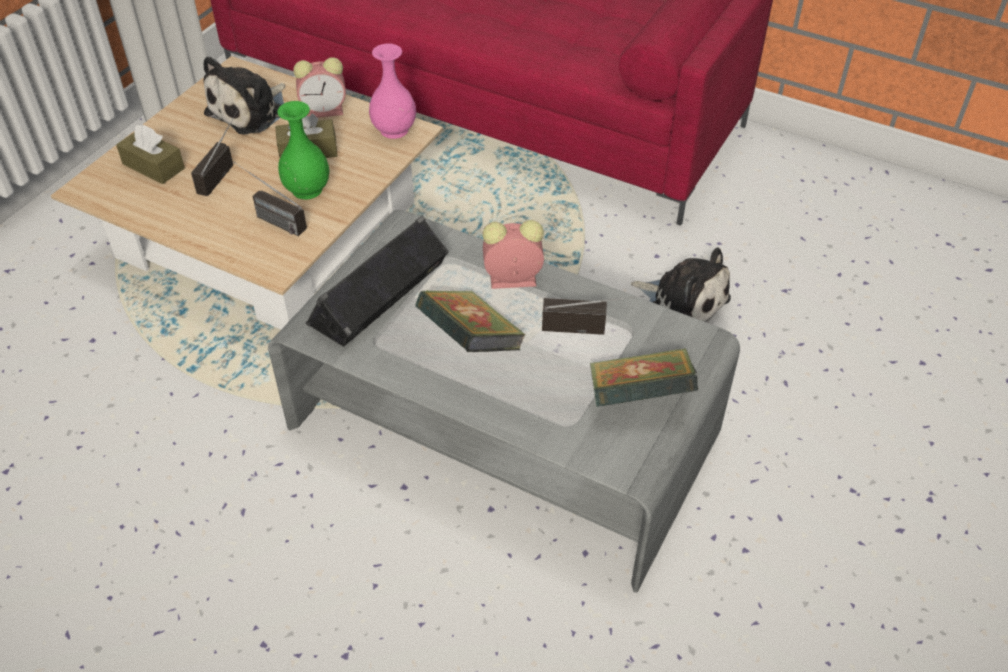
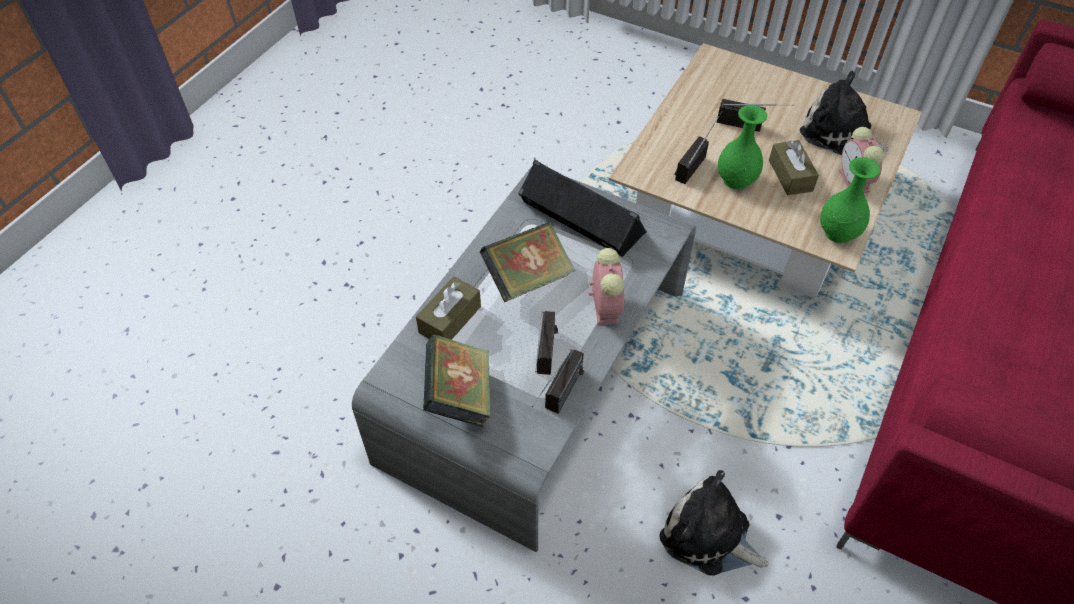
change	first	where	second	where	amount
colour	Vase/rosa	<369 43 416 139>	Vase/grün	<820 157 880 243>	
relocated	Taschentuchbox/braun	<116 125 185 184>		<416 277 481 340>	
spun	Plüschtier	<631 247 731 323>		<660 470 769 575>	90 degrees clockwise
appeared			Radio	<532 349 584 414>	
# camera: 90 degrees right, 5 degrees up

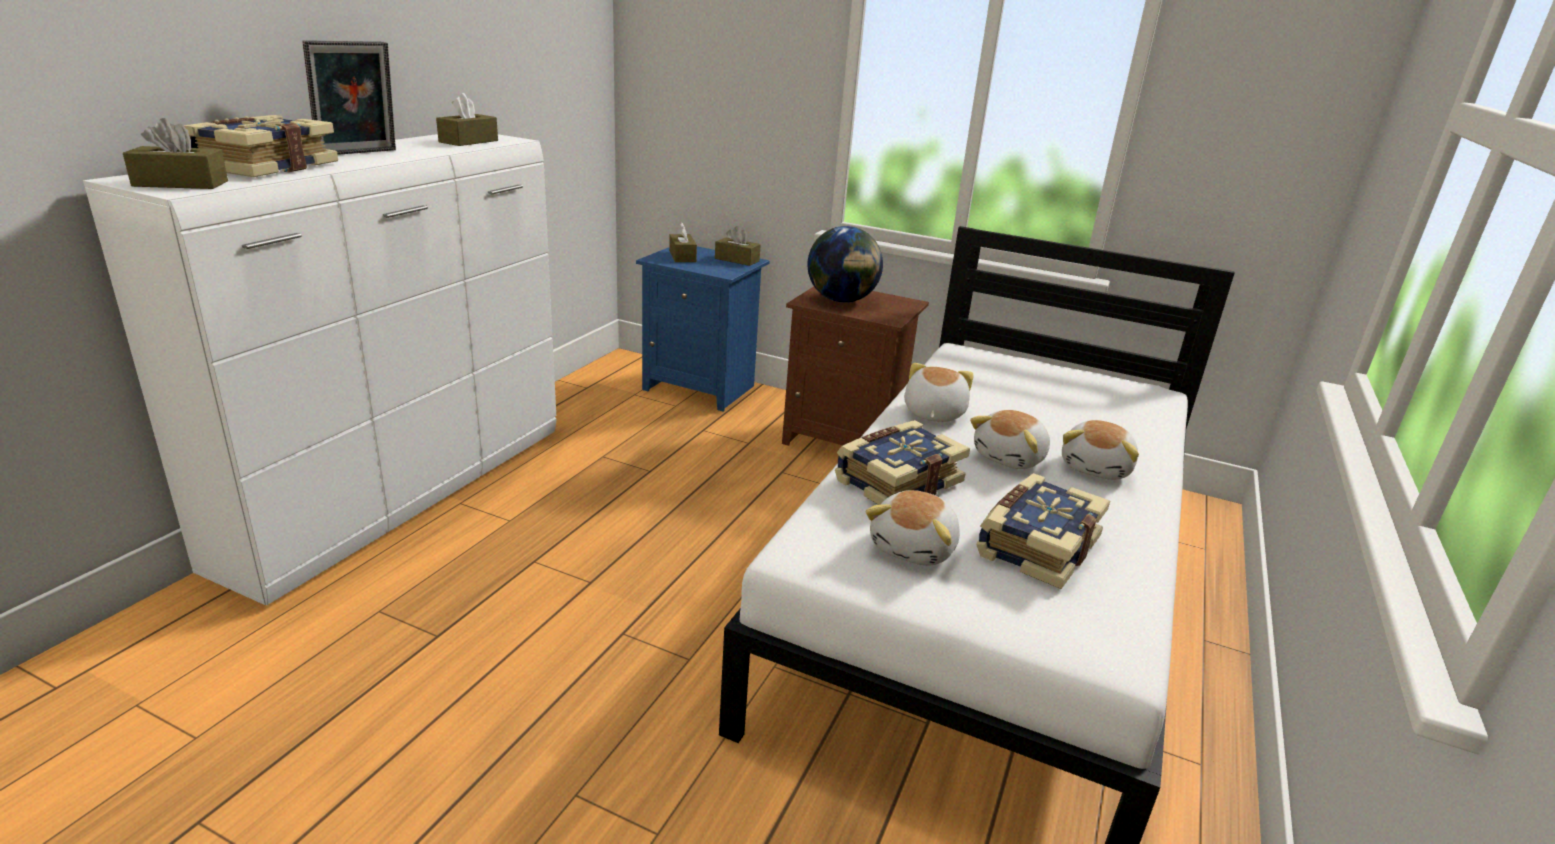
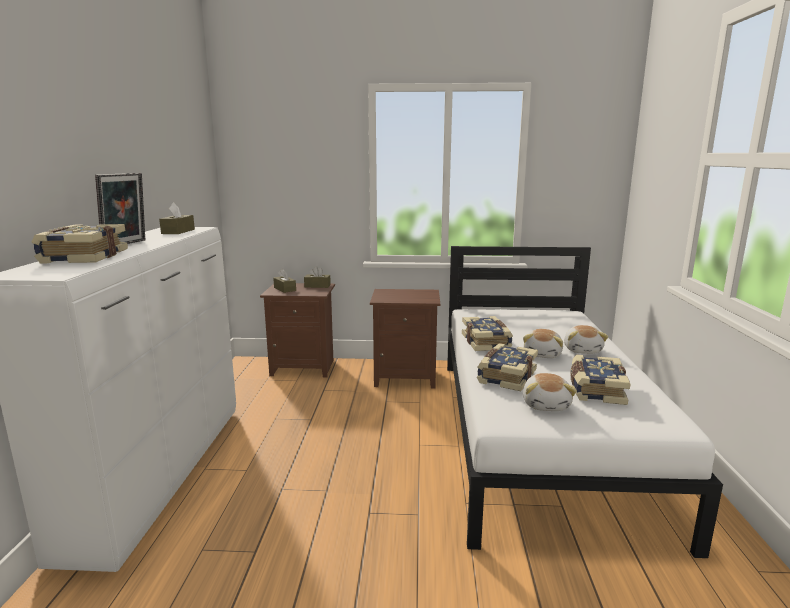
change	first	where	second	where	amount
missing	Taschentuchbox/braun	<123 118 228 189>			
missing	Globus	<807 226 883 302>			
colour	Nachttisch/blau	<636 246 770 412>	Nachttisch/braun	<260 283 335 378>	
exchanged	Plüschtier	<904 363 974 422>	Buch	<462 316 513 351>	
# camera: 20 degrees left, 10 degrees down

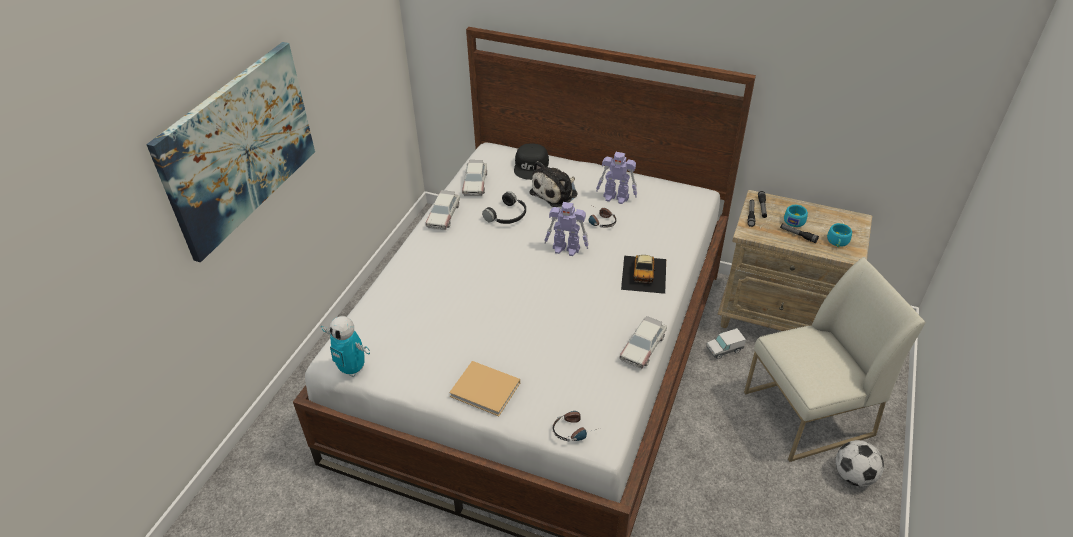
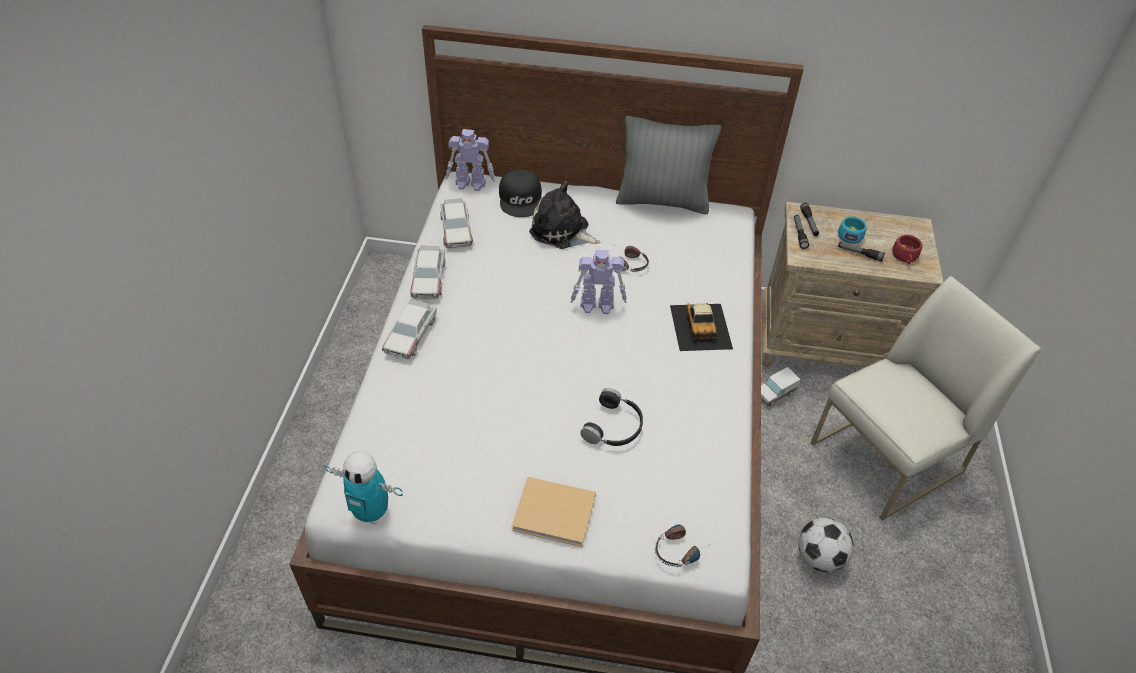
change	first	where	second	where	amount
missing	Bild	<146 42 315 262>			
relocated	Spielzeugroboter	<596 152 637 204>		<446 129 495 191>	
spun	Plüschtier	<529 161 578 207>		<529 181 601 249>	90 degrees clockwise
relocated	Kopfhörer/schwarz	<482 191 526 224>		<580 388 643 446>	
colour	Tasse/türkis	<827 223 852 247>	Tasse/rot	<892 235 922 264>	
relocated	Spielzeugauto	<619 316 667 369>		<382 299 437 360>	
relocated	Fußball	<836 440 884 486>		<798 518 854 572>	
appeared			Kissen/grau	<616 116 721 214>	
# camera: 15 degrees left, 5 degrees up

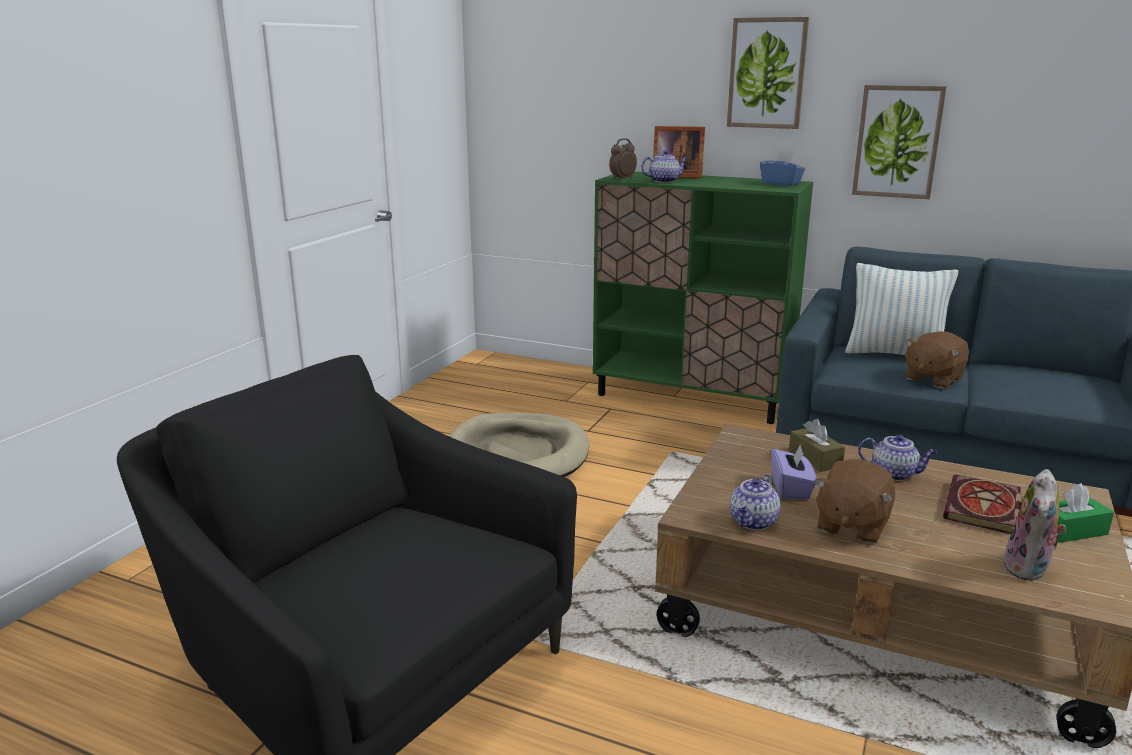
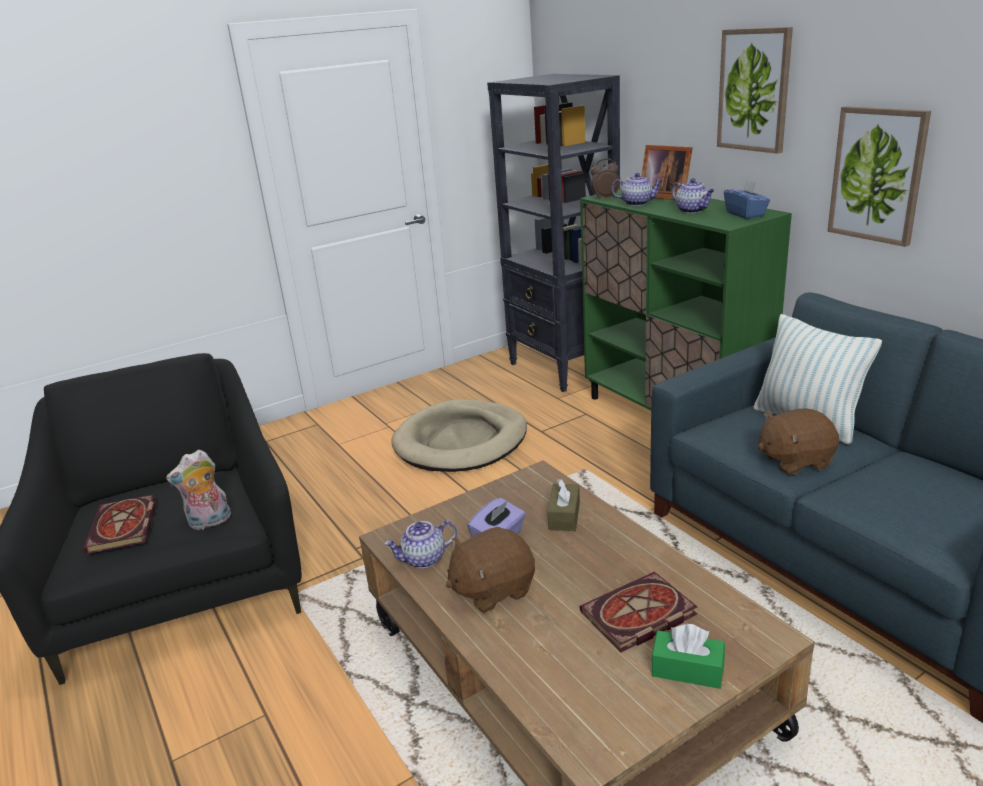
change	first	where	second	where	amount
relocated	Teekanne	<858 434 938 481>		<672 178 715 213>	
relocated	Plüschtier	<1002 469 1067 581>		<166 450 231 530>	
appeared			Bücherregal/schwarz	<487 74 620 392>	
appeared			Buch	<83 494 156 554>	
# camera: 35 degrees right, 5 degrees up

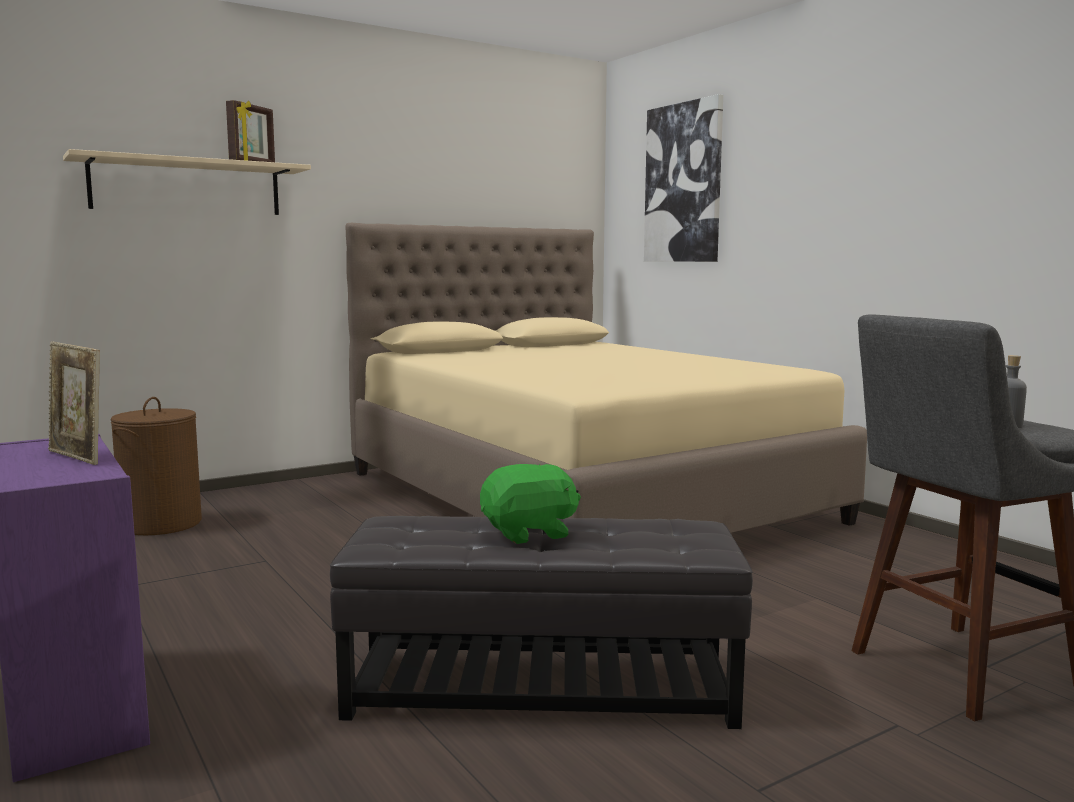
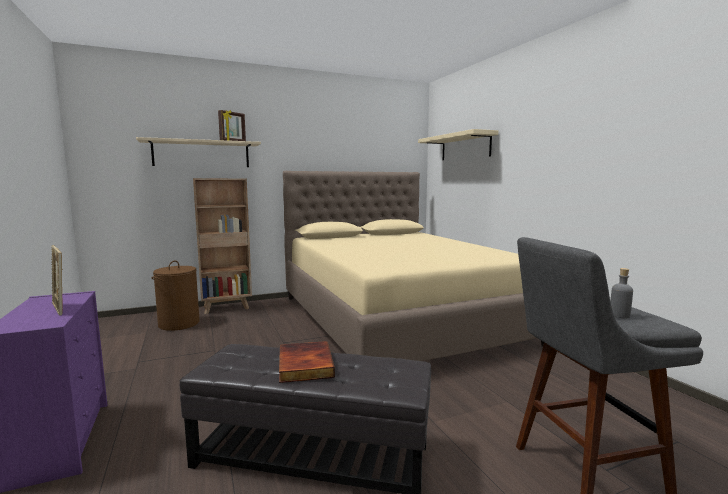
change	first	where	second	where	amount
exchanged	Bild	<644 94 723 262>	Wandregal/beige	<418 129 498 160>	
exchanged	Plüschtier/grün	<480 464 581 544>	Buch	<279 341 335 383>	
appeared			Bücherregal/braun	<193 178 252 314>	
# camera: 10 degrees right, 0 degrees up

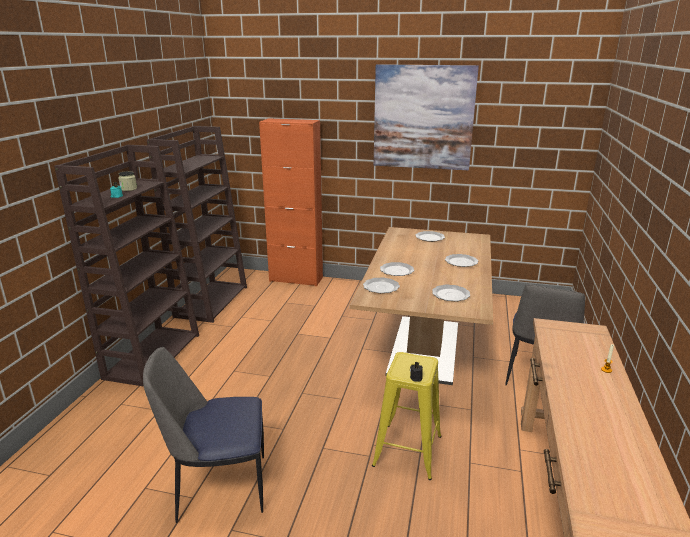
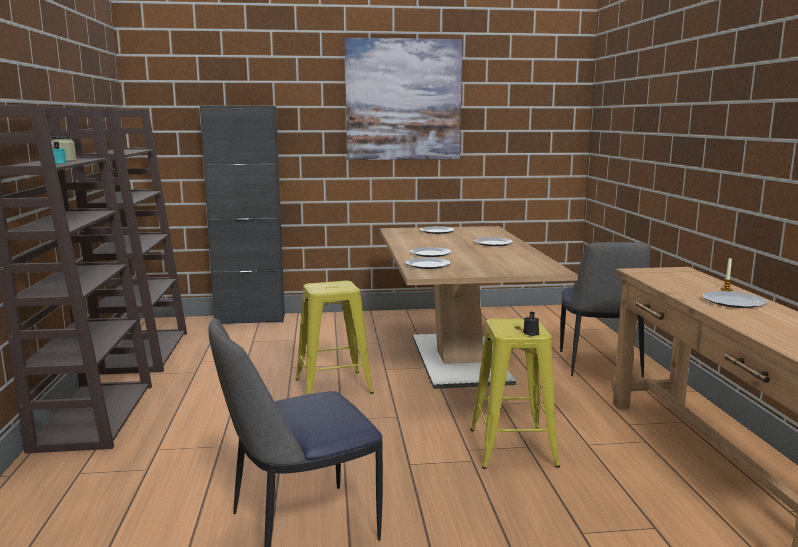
change	first	where	second	where	amount
colour	Schrank/orange	<259 118 323 286>	Schrank/schwarz	<200 106 285 324>	
relocated	Teller	<432 285 470 302>		<702 291 767 308>	
appeared			Hocker/gelb	<296 281 374 395>	
# camera: 20 degrees left, 10 degrees down

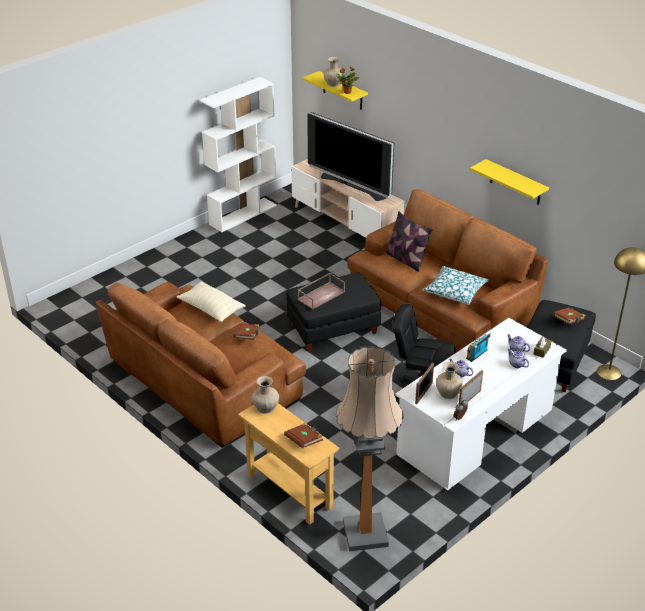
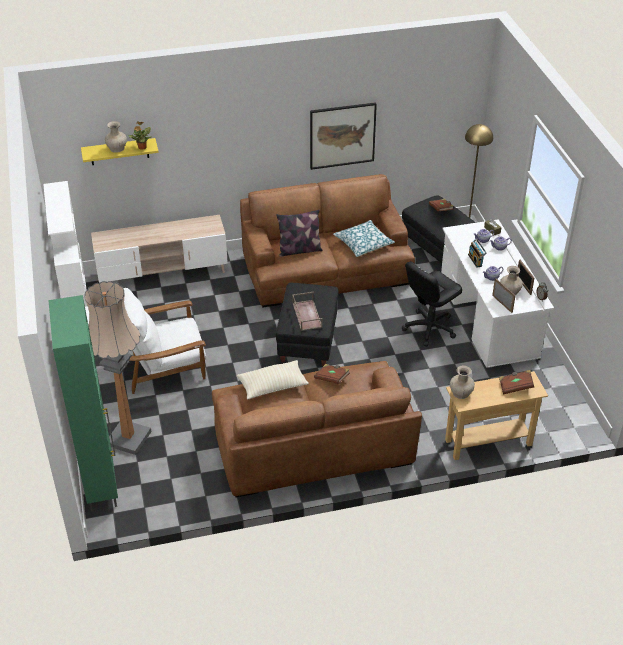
change	first	where	second	where	amount
missing	Fernseher	<307 112 394 201>			
exchanged	Wandregal/gelb	<470 159 549 205>	Bild	<310 102 377 170>	
relocated	Stehlampe	<336 346 404 552>		<84 281 151 455>	
appeared			Sessel/weiß	<123 288 207 394>	
appeared			Schrank/grün	<48 295 118 511>	
# camera: 60 degrees left, 5 degrees up

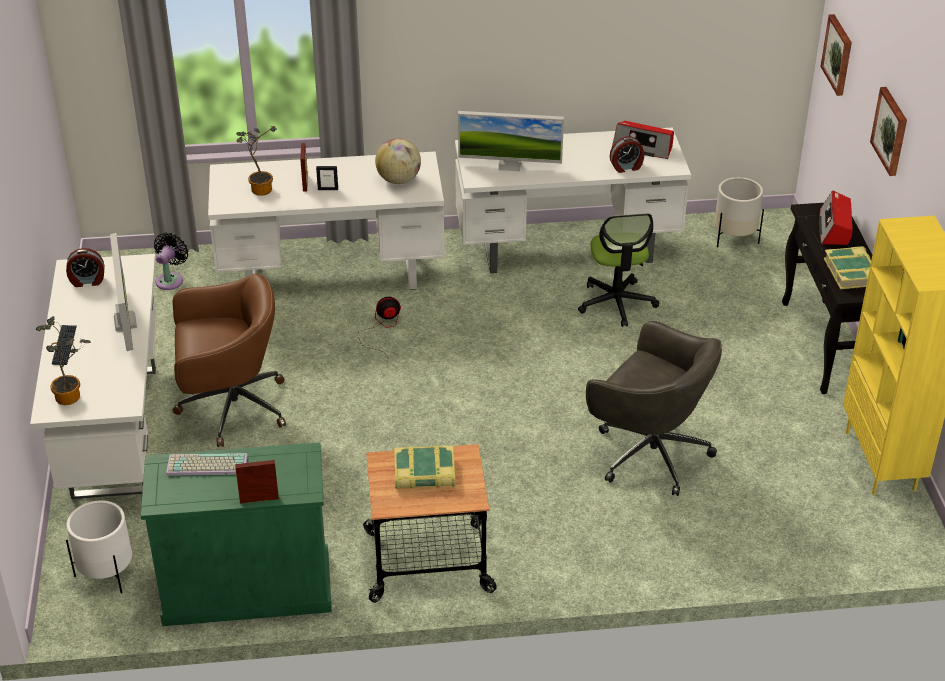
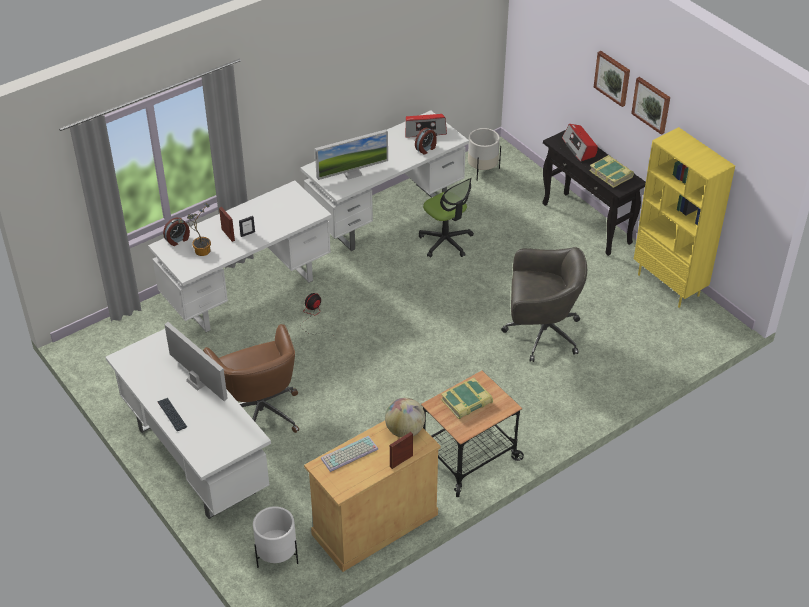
change	first	where	second	where	amount
relocated	Bild	<821 14 852 96>		<631 77 670 135>	
relocated	Globus	<375 138 421 184>		<385 398 425 437>	
missing	Ventilator/schwarz	<154 233 188 290>			
relocated	Wecker	<66 248 105 287>		<163 217 190 246>	
spun	Bürostuhl/braun	<172 274 286 447>		<203 324 299 433>	105 degrees clockwise
missing	Topfpflanze	<36 316 91 405>			
colour	Schrank/grün	<141 442 332 626>	Schrank/beige	<304 421 441 572>	
# camera: 30 degrees left, 5 degrees up

